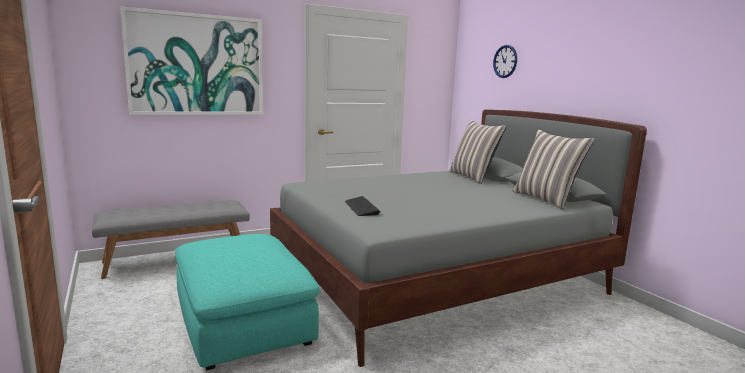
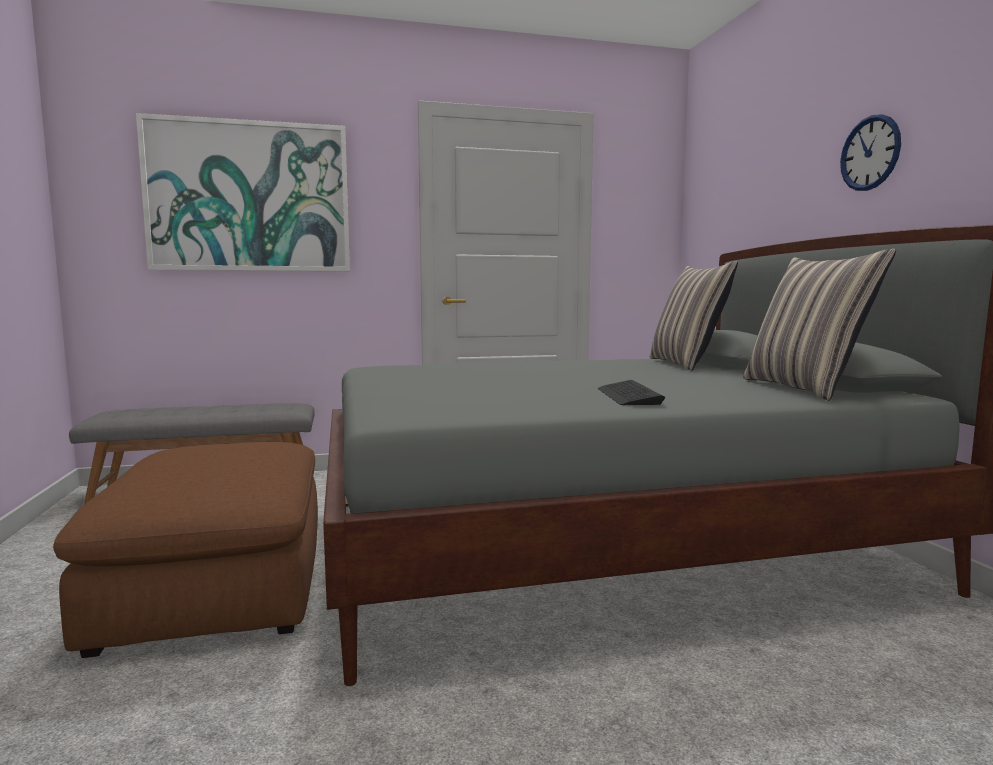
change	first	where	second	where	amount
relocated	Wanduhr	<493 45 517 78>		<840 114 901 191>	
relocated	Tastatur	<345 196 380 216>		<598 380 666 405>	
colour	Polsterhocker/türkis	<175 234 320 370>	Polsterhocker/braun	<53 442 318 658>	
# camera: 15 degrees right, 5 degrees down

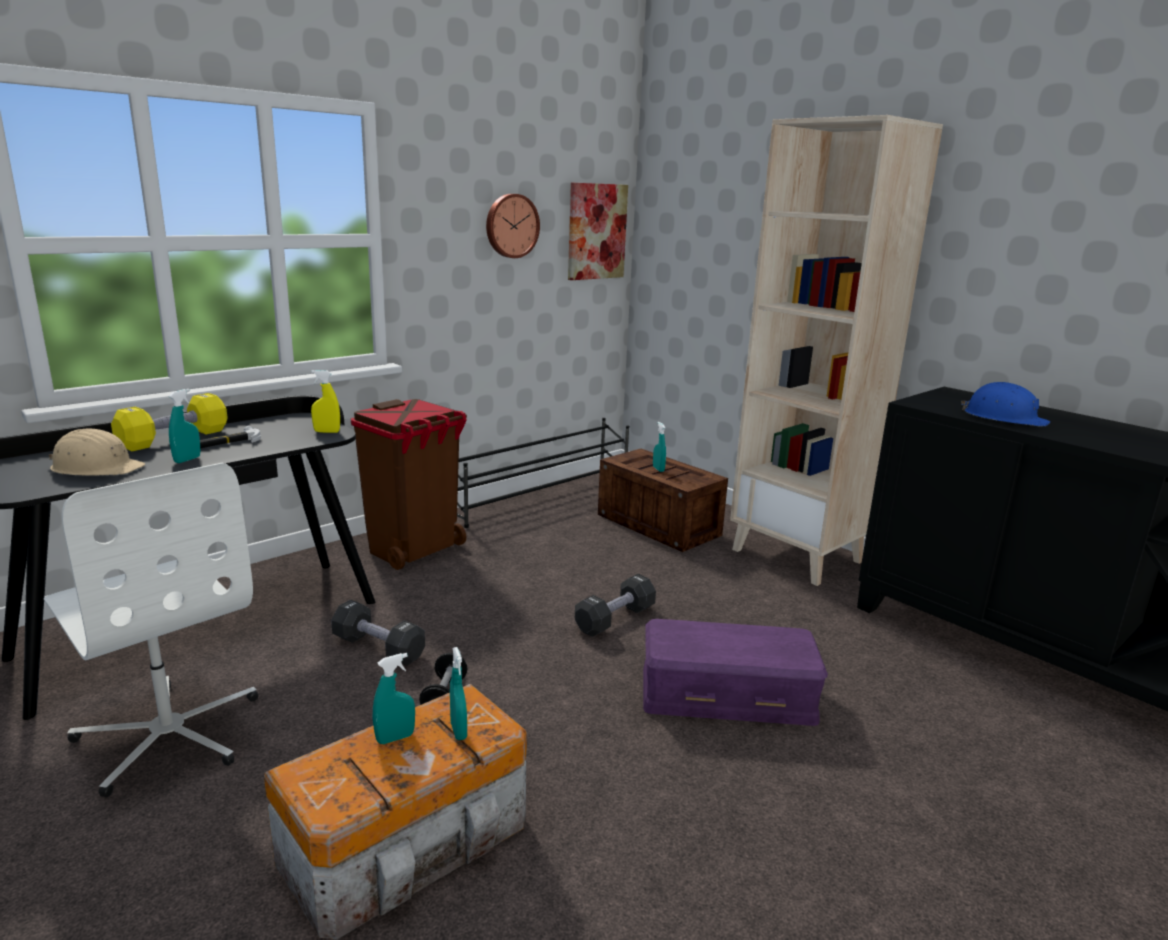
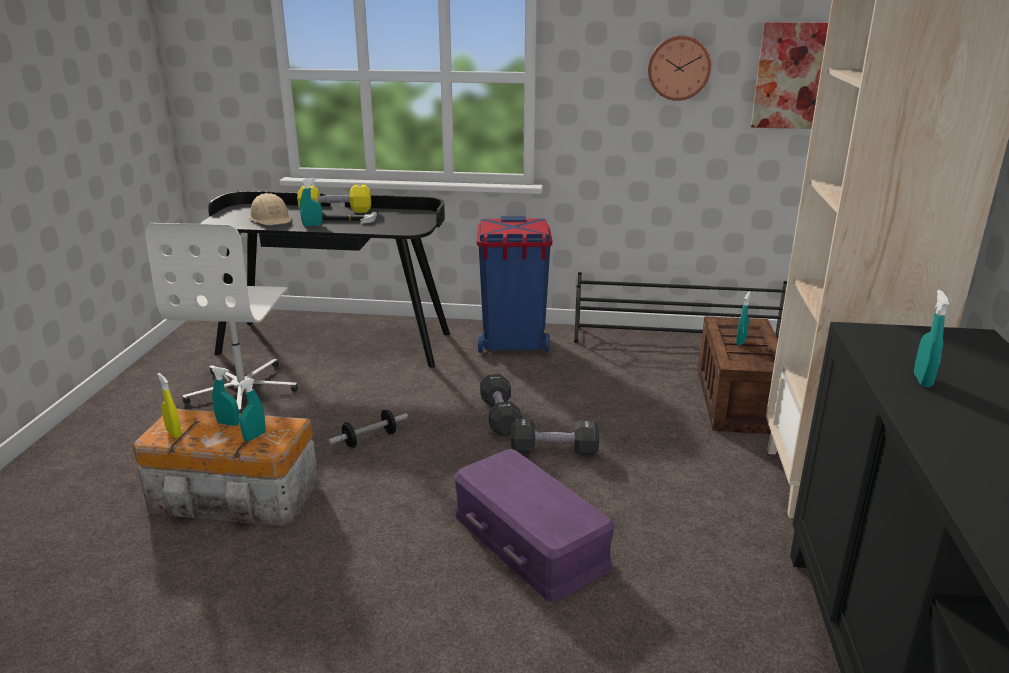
change	first	where	second	where	amount
relocated	Sprühflasche/gelb	<311 370 340 433>		<157 373 182 438>	
exchanged	Schutzhelm/blau	<960 382 1050 426>	Sprühflasche/türkis	<914 290 949 387>	
colour	Mülleimer/braun	<351 399 467 570>	Mülleimer/blau	<477 216 552 353>	
relocated	Hantel/schwarz	<331 600 425 666>		<480 374 522 436>	
# camera: 50 degrees right, 5 degrees up

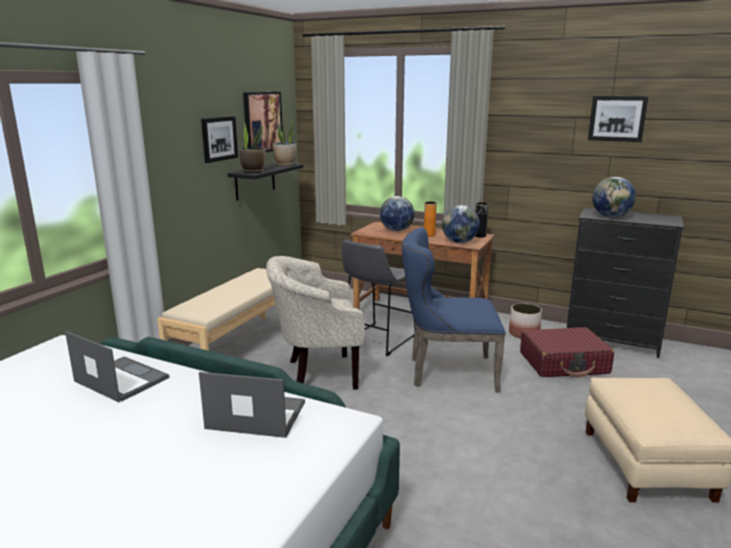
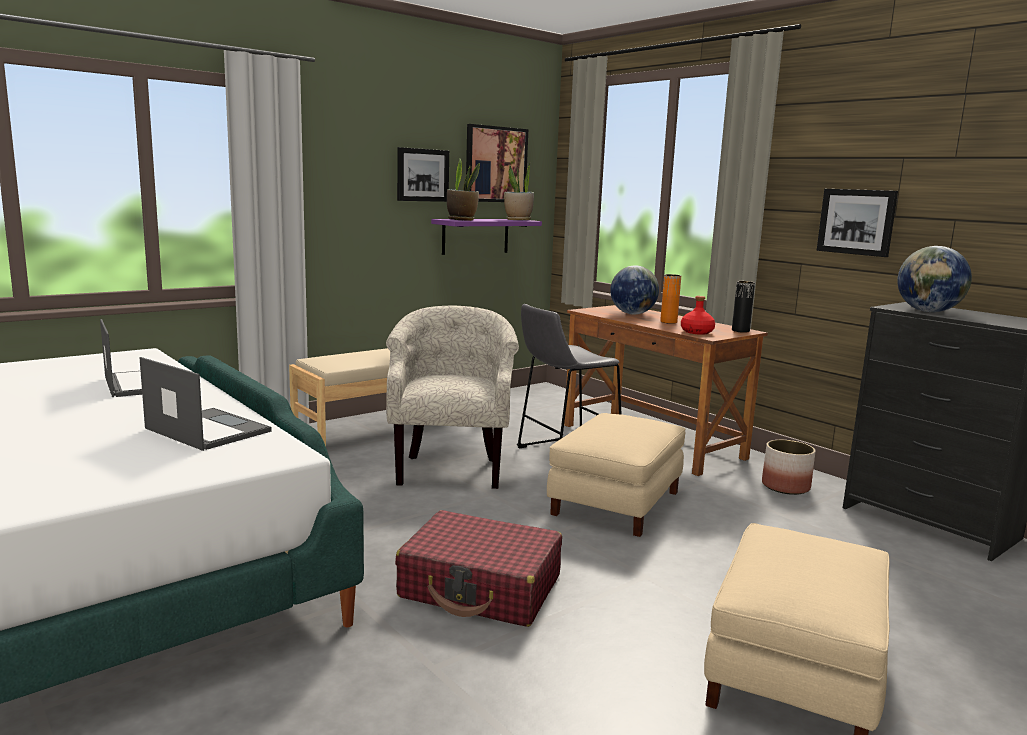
change	first	where	second	where	amount
relocated	Bild	<588 96 648 142>		<816 189 898 257>	
colour	Wandregal/schwarz	<228 163 304 200>	Wandregal/lila	<431 219 542 255>	
exchanged	Globus	<442 205 480 243>	Flasche/rot	<681 296 715 335>	
exchanged	Stuhl/blau	<402 227 506 393>	Polsterhocker/beige	<547 413 686 537>	
spun	Sessel/beige	<266 256 365 390>		<386 306 519 489>	75 degrees clockwise
relocated	Koffer/rot	<520 327 614 378>		<395 510 562 627>	
# camera: 25 degrees right, 5 degrees down

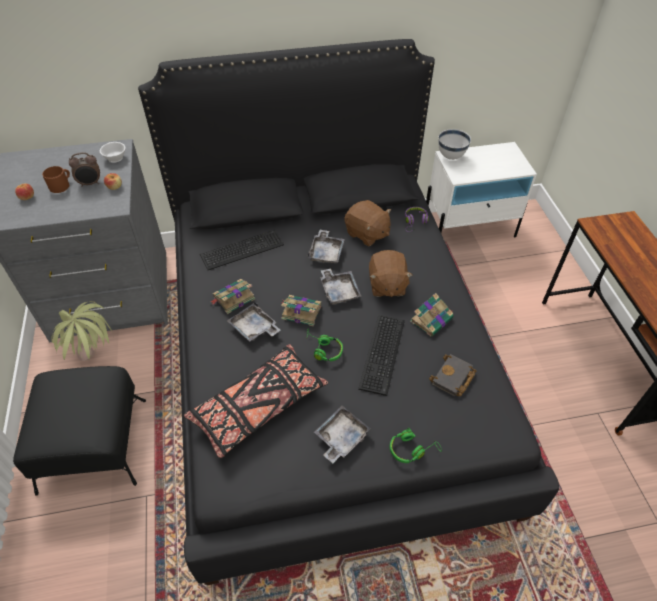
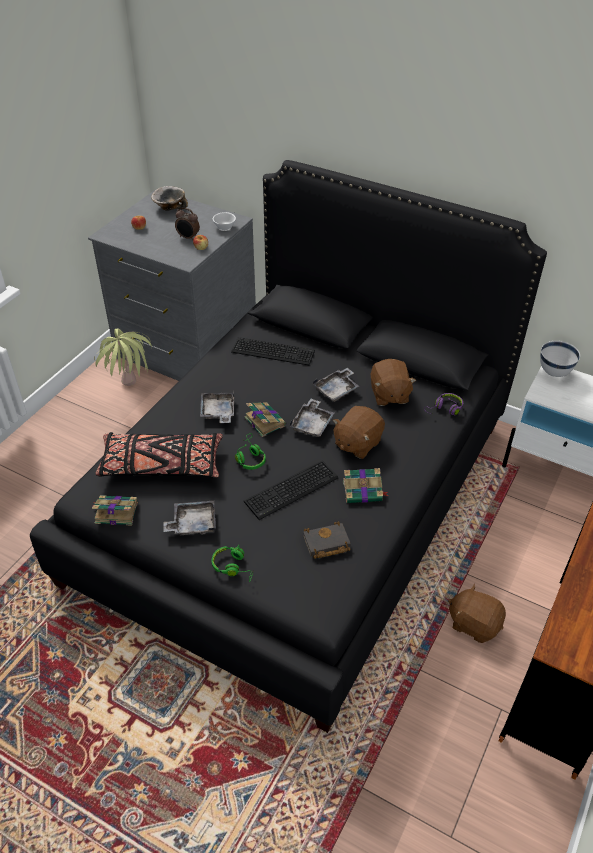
change	first	where	second	where	amount
missing	Henkelbecher/braun	<42 166 70 193>			
relocated	Buch	<211 279 255 314>		<92 495 138 526>	
missing	Polsterhocker/schwarz	<13 366 146 496>			
appeared			Schüssel	<151 186 188 210>	
appeared			Plüschtier/braun	<448 584 506 643>	
# camera: 40 degrees right, 5 degrees down

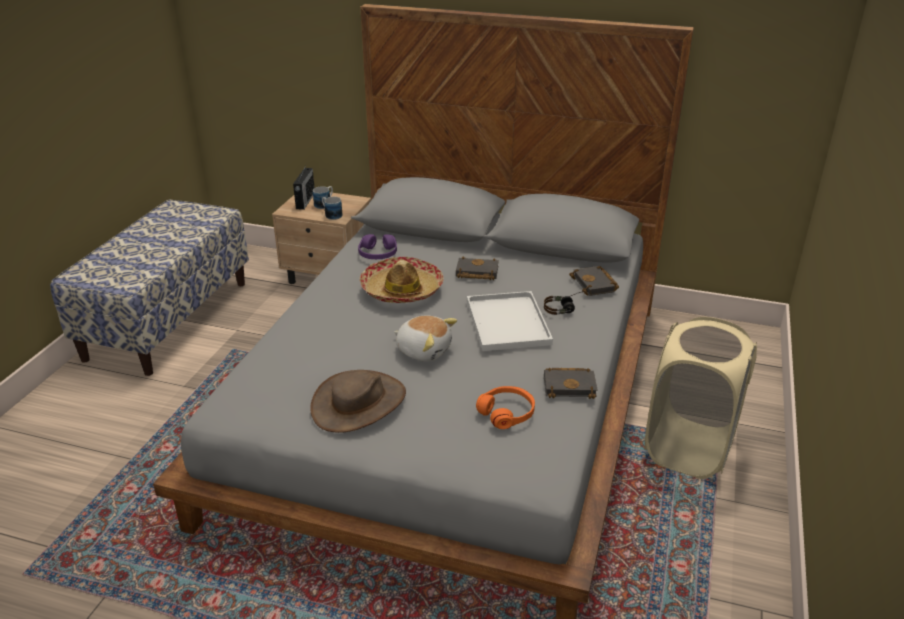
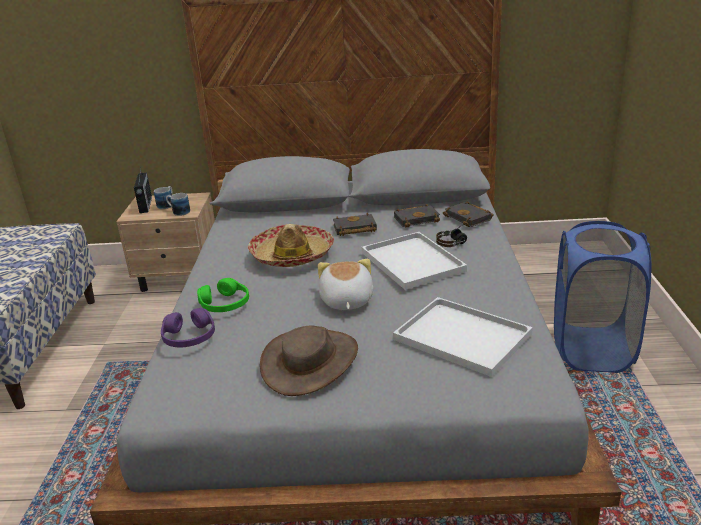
change	first	where	second	where	amount
relocated	Kopfhörer/lila	<358 234 397 259>		<161 308 215 347>	
spun	Plüschtier	<394 316 457 361>		<318 259 373 310>	105 degrees counterclockwise
colour	Wäschekorb/beige	<645 317 757 479>	Wäschekorb/blau	<554 221 651 373>	
relocated	Buch/schwarz	<544 368 598 399>		<394 204 440 228>	
exchanged	Kopfhörer/orange	<476 386 535 429>	Tablett/weiß	<393 297 533 377>	
appeared			Kopfhörer/grün	<197 278 249 312>	
# camera: 15 degrees left, 5 degrees down

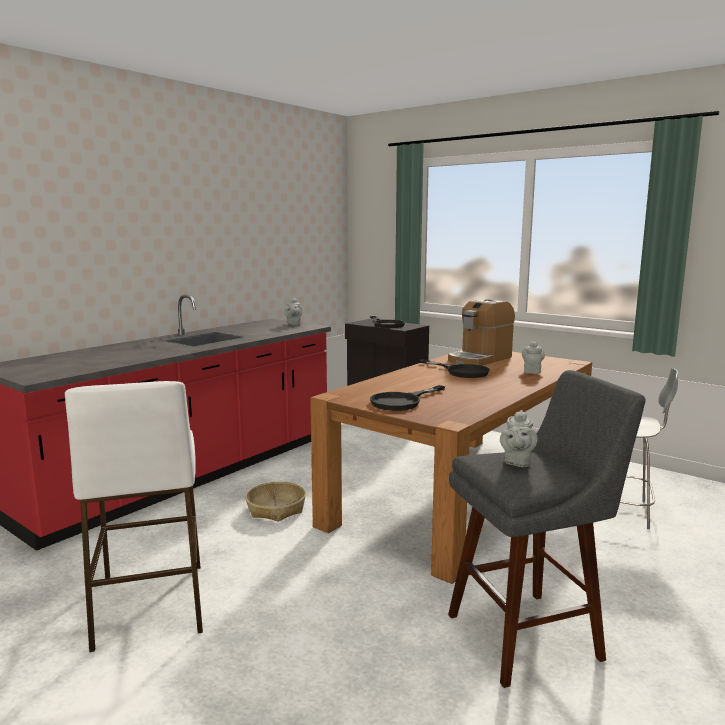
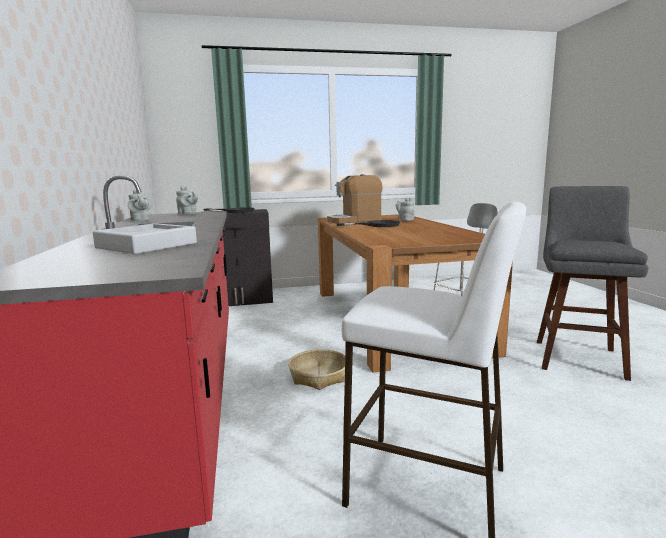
change	first	where	second	where	amount
spun	Kaffeemaschine	<448 299 515 366>		<327 174 383 223>	75 degrees clockwise
missing	Pfanne/schwarz	<370 385 445 411>			
relocated	Teekanne/grau	<500 410 537 467>		<128 189 152 221>	
appeared			Tablett/grau	<93 223 197 254>	
# camera: 50 degrees left, 0 degrees up

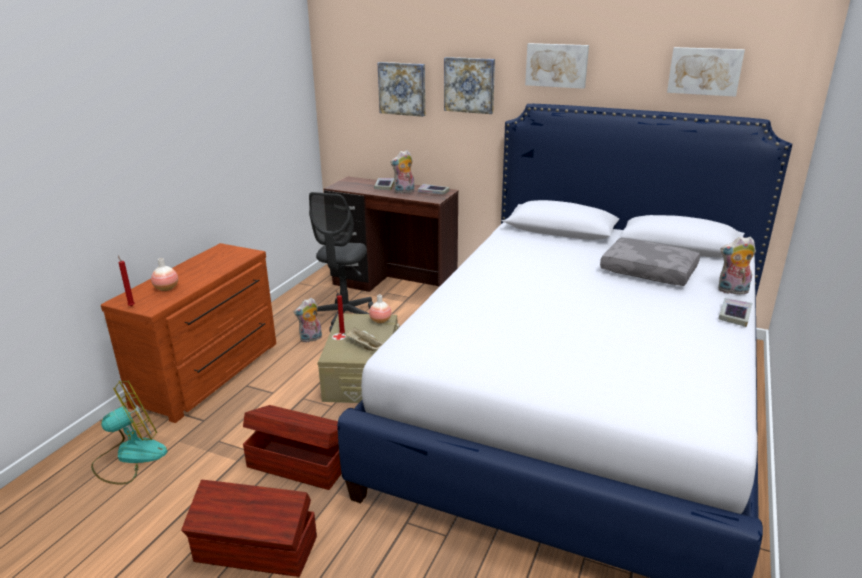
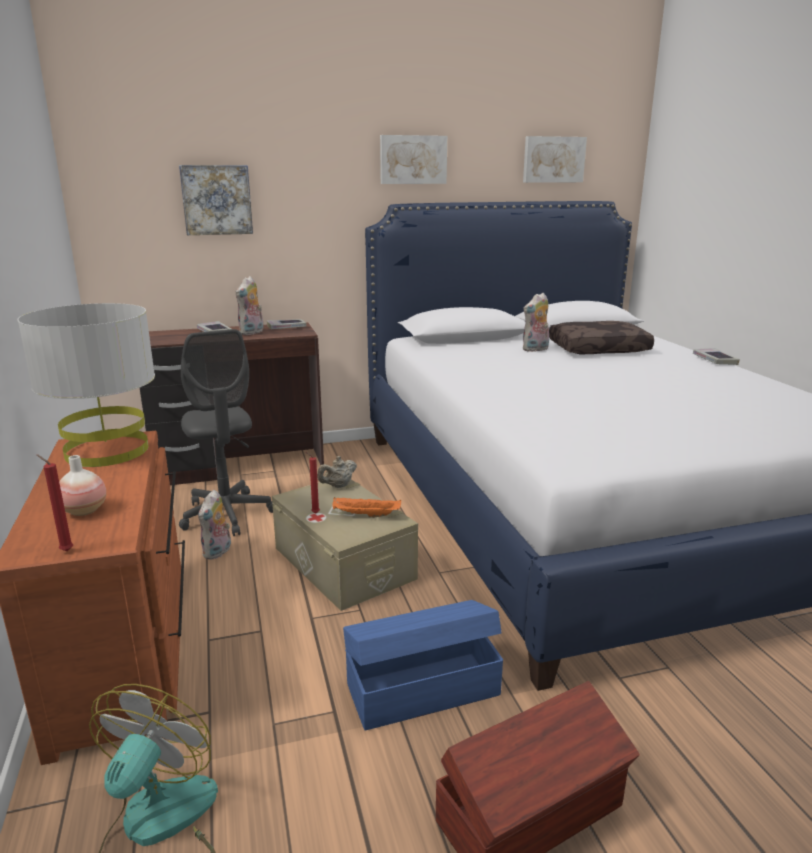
change	first	where	second	where	amount
missing	Bild	<444 57 495 114>			
relocated	Plüschtier	<718 237 756 294>		<523 293 549 352>	
colour	Kissen/grau	<600 238 700 286>	Kissen/braun	<549 321 654 354>	
exchanged	Vase	<369 295 392 323>	Teekanne/beige	<317 456 357 488>	
colour	Tablett/beige	<344 327 384 351>	Tablett/orange	<332 497 401 518>	
colour	Aufbewahrungsbox/braun	<243 405 341 490>	Aufbewahrungsbox/blau	<343 600 503 730>	
appeared			Tischlampe/grau	<18 303 155 467>	
# camera: 40 degrees left, 5 degrees down

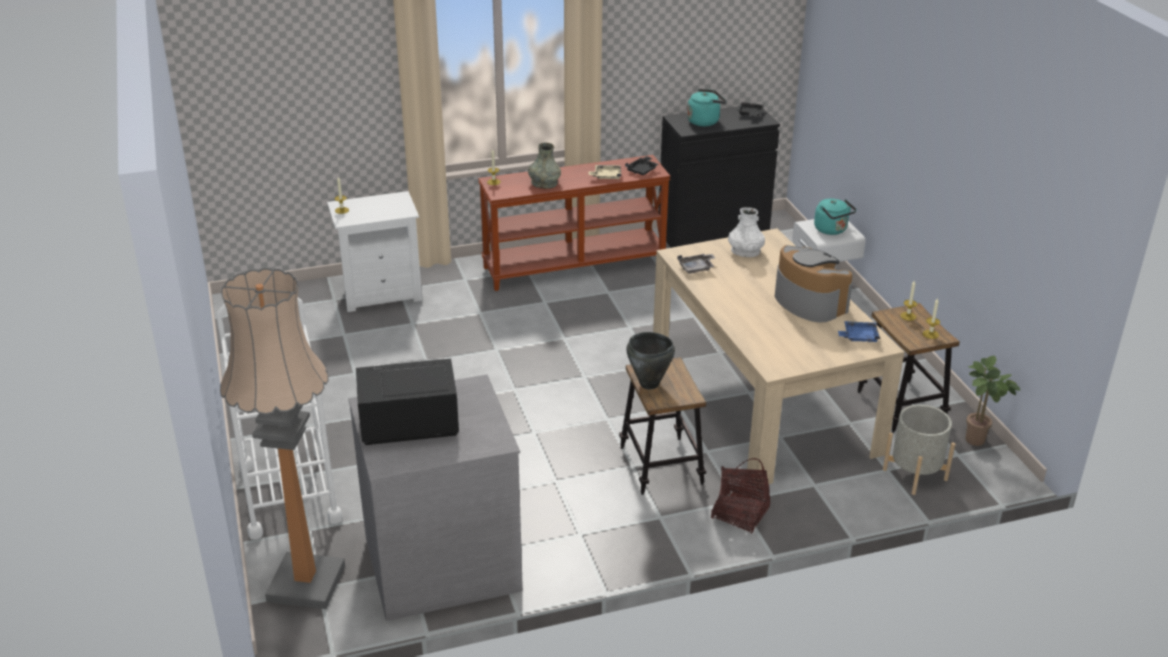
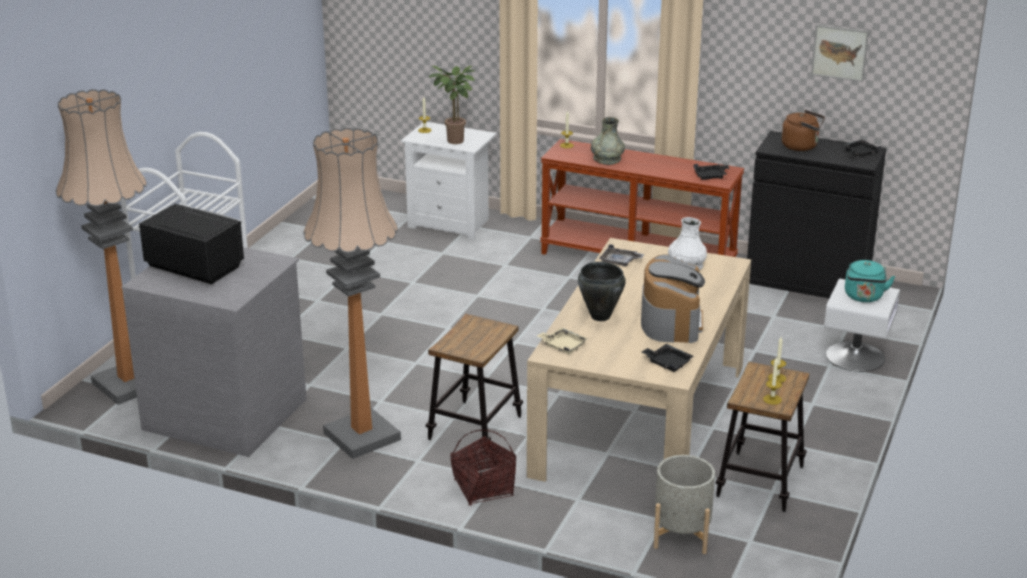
change	first	where	second	where	amount
colour	Wasserkessel/türkis	<687 89 727 126>	Wasserkessel/braun	<782 110 825 151>	
relocated	Tablett/beige	<589 165 621 179>		<537 327 588 355>	
colour	Tablett/blau	<838 321 880 342>	Tablett/schwarz	<642 344 694 372>	
relocated	Kochtopf/schwarz	<626 332 675 389>		<578 262 626 321>	
relocated	Topfpflanze	<965 356 1020 446>		<429 66 475 144>	
appeared			Bild	<811 24 869 82>	
appeared			Stehlampe	<303 128 401 459>	
# camera: 40 degrees right, 5 degrees down

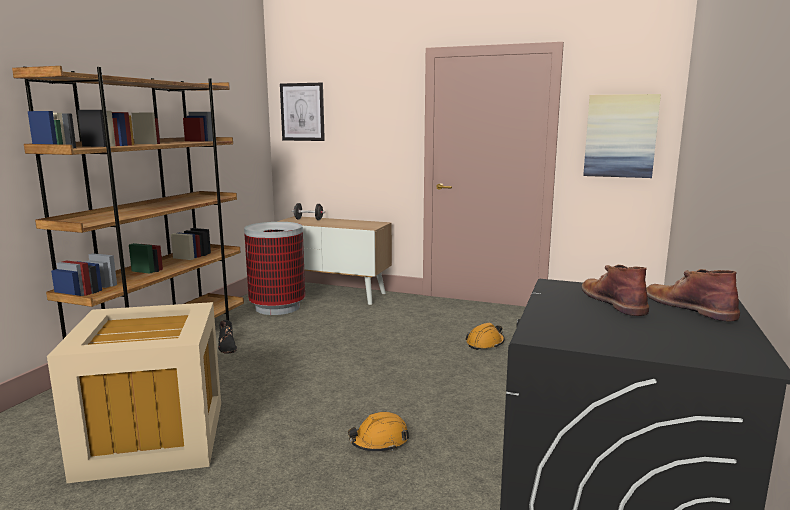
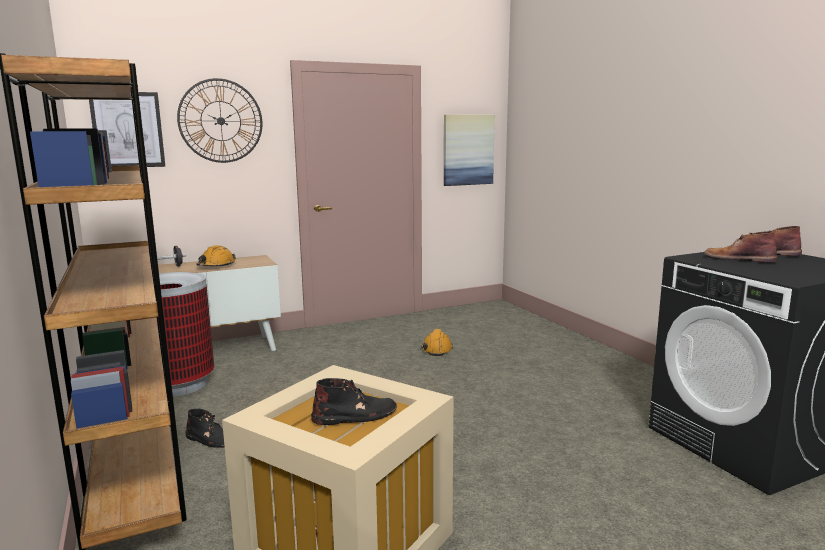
change	first	where	second	where	amount
relocated	Schutzhelm/orange	<348 412 409 451>		<196 245 236 266>	
appeared			Wanduhr	<177 78 262 163>	
appeared			Stiefel/schwarz	<311 378 397 425>	
# camera: 45 degrees left, 0 degrees up

